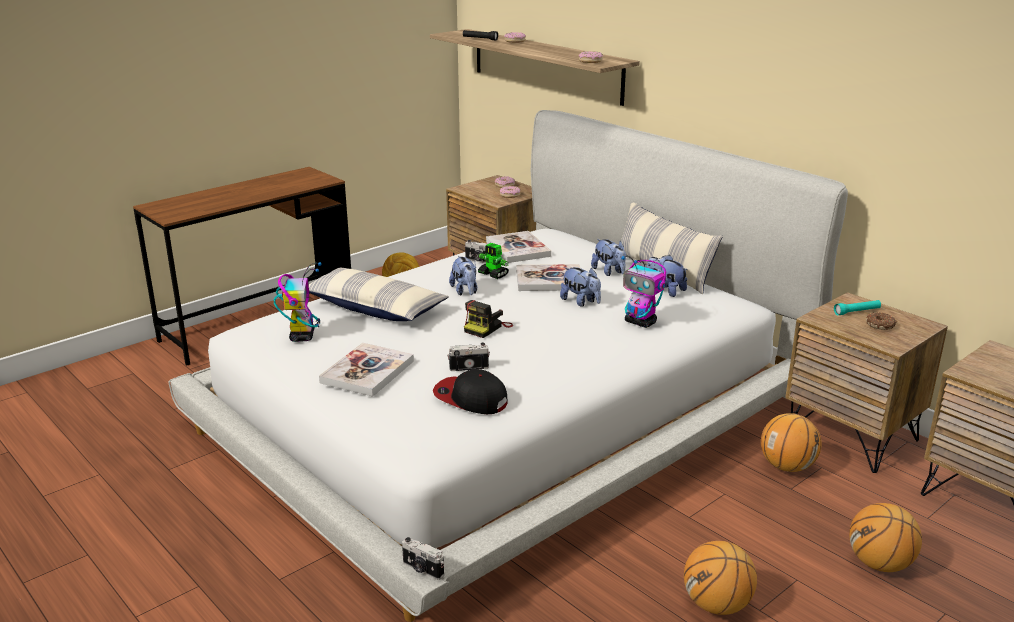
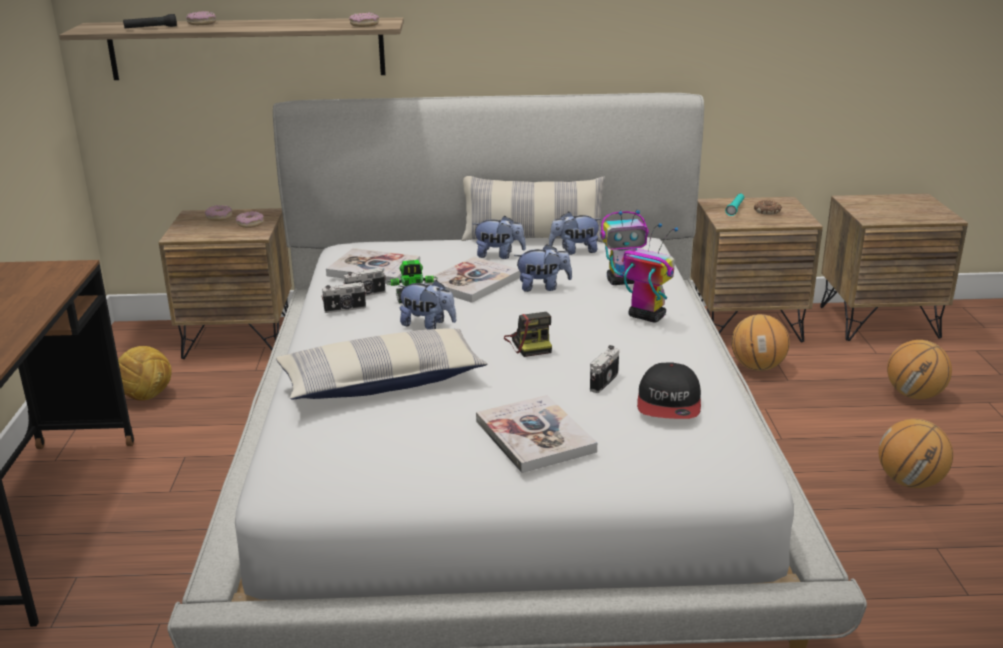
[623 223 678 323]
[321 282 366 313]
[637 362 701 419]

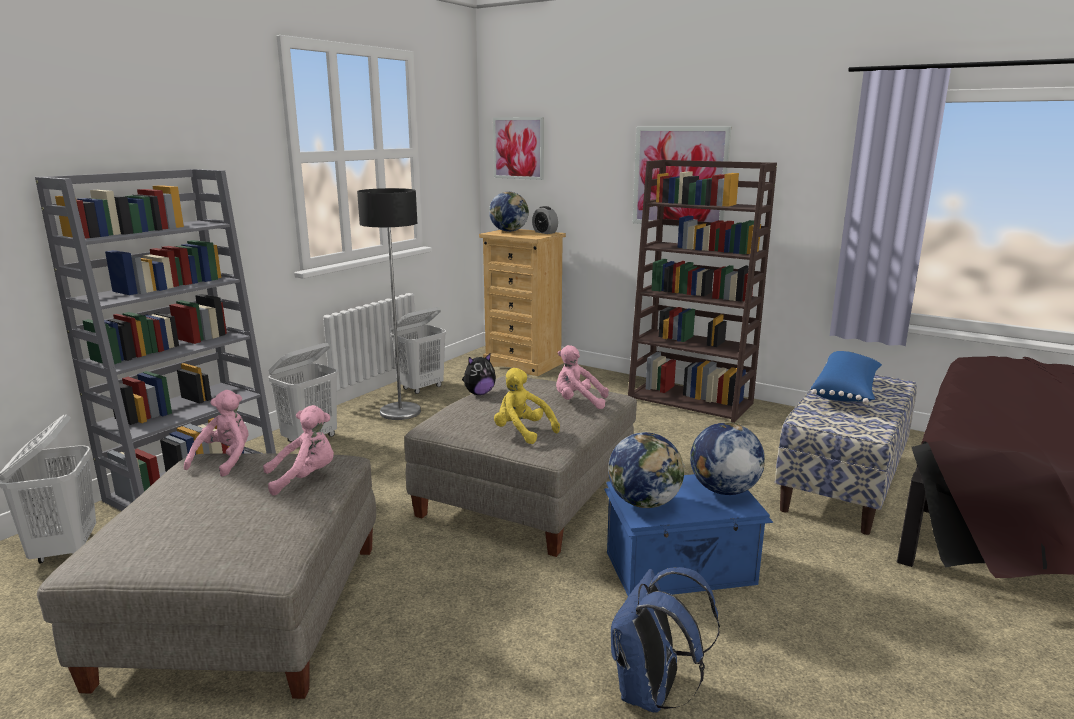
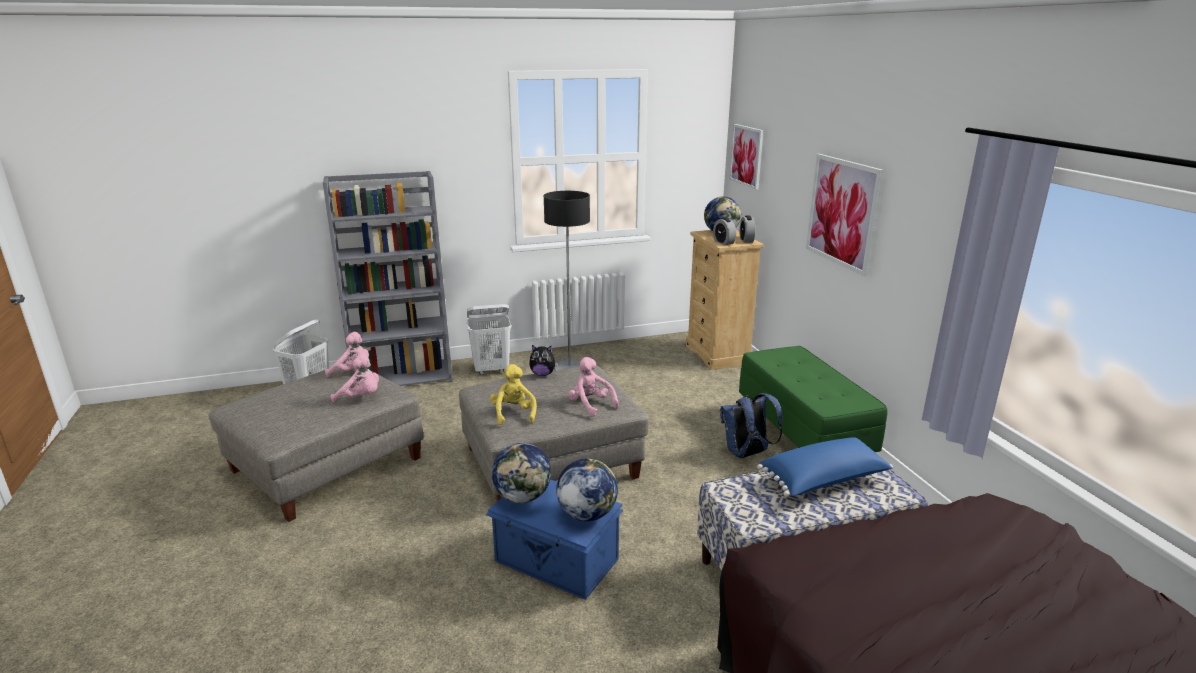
[391 307 446 394] (first image)
[713 218 736 245]
[720 393 782 458]
[739 346 887 452]
[325 332 369 377]

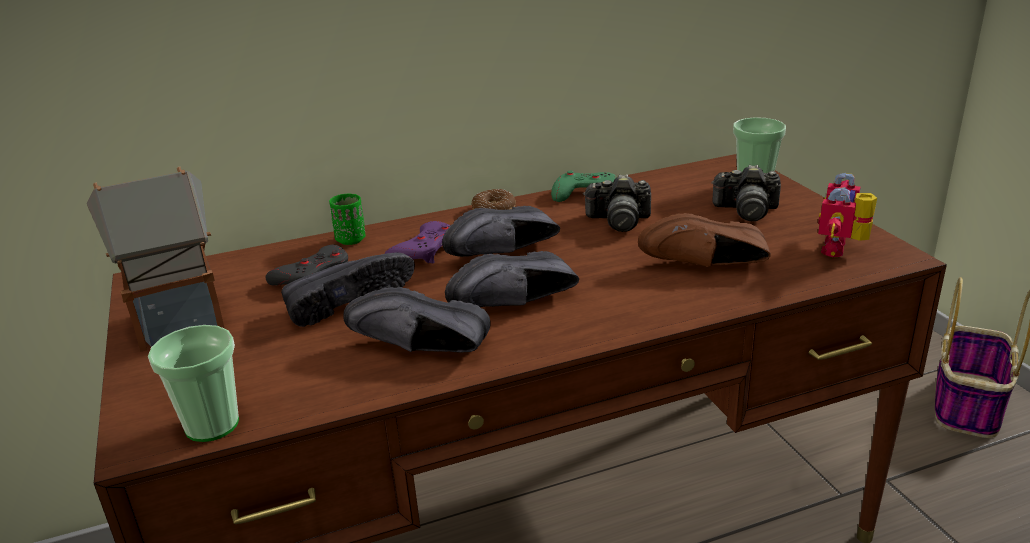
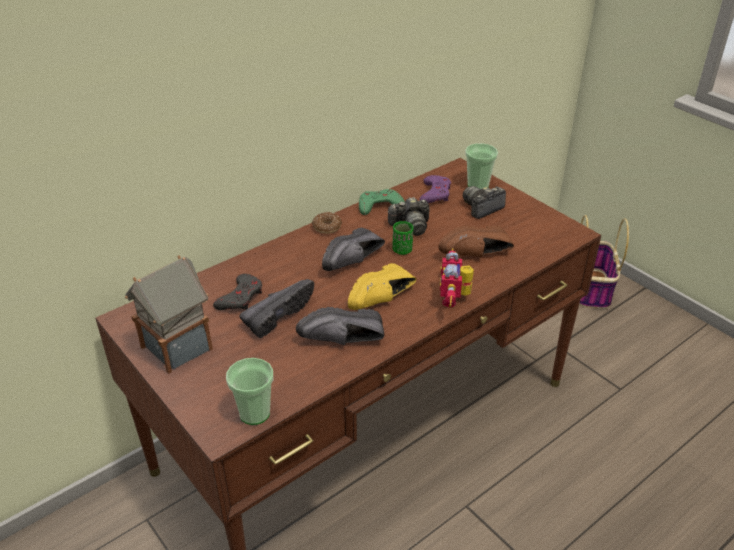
[393 221 413 255]
[420 175 451 203]
[440 248 474 308]
[348 263 417 310]
[463 186 506 219]

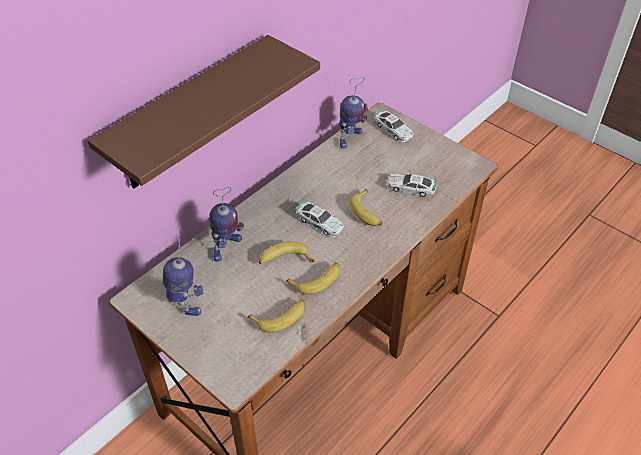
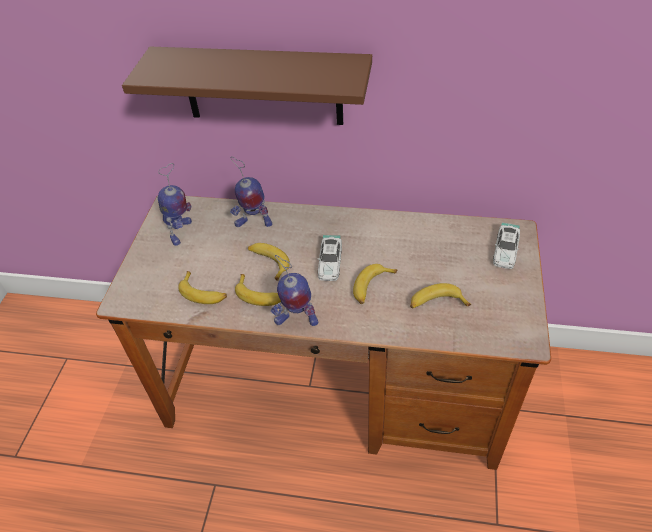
[271 255 318 326]
[410 283 471 308]

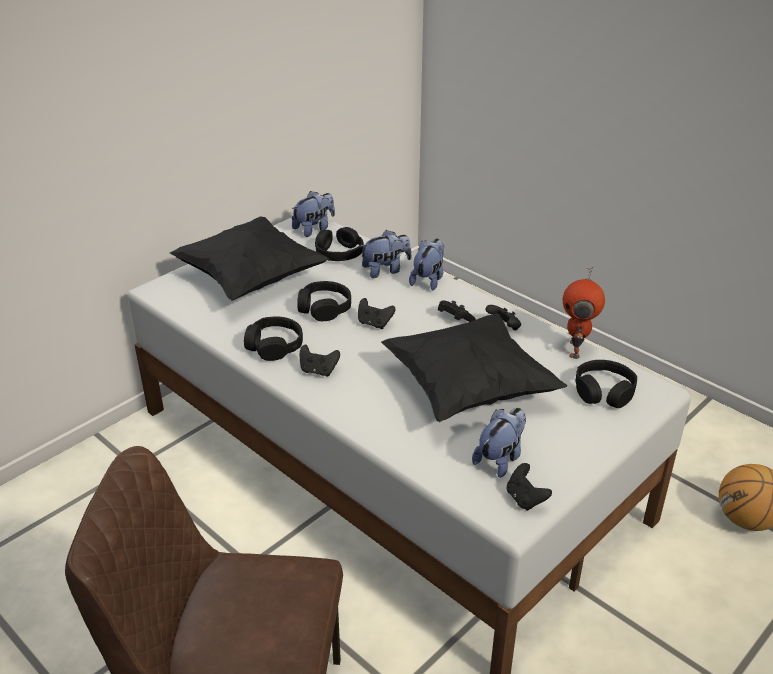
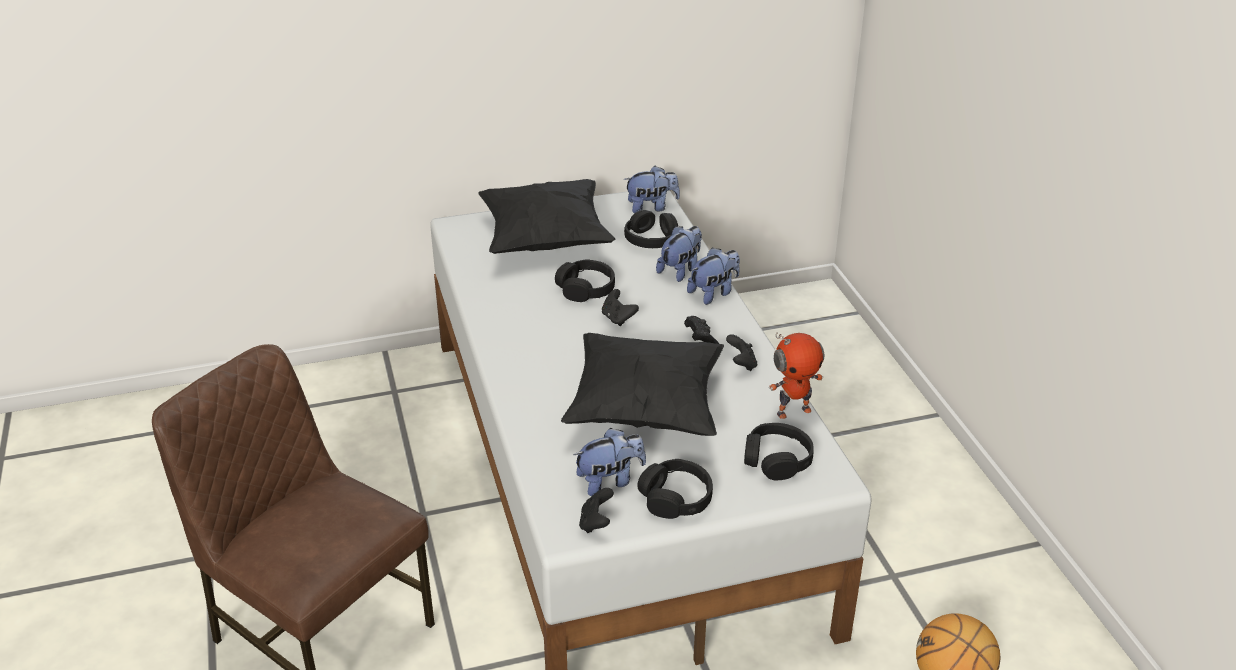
[300 345 340 377] (first image)
[637 459 713 519]
[656 226 702 282]
[769 332 824 419]

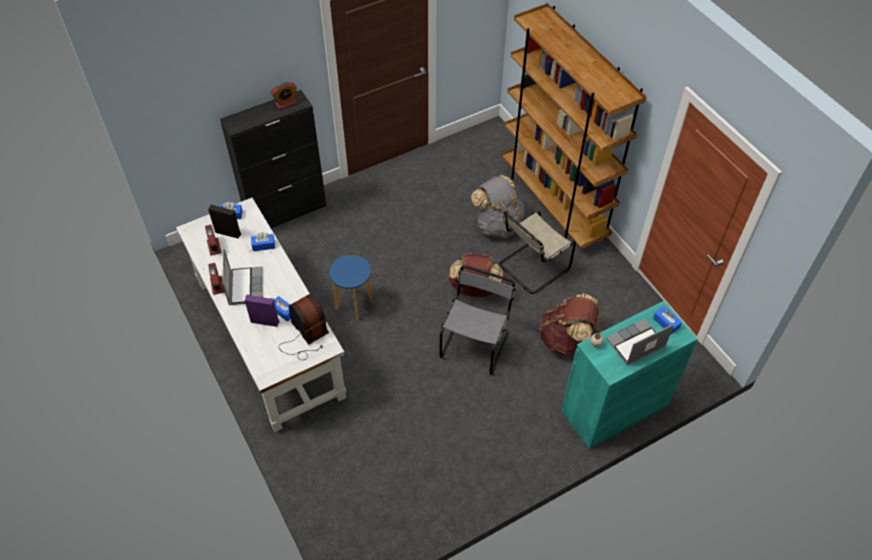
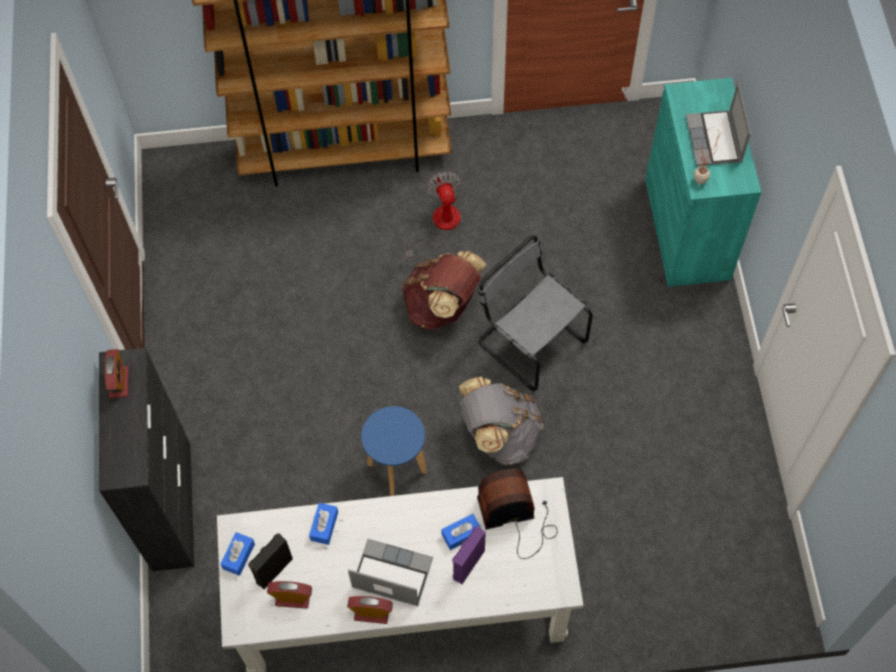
[539 294 599 355] (first image)
[653 306 682 334] (first image)
[459 376 544 465]
[405 172 461 258]

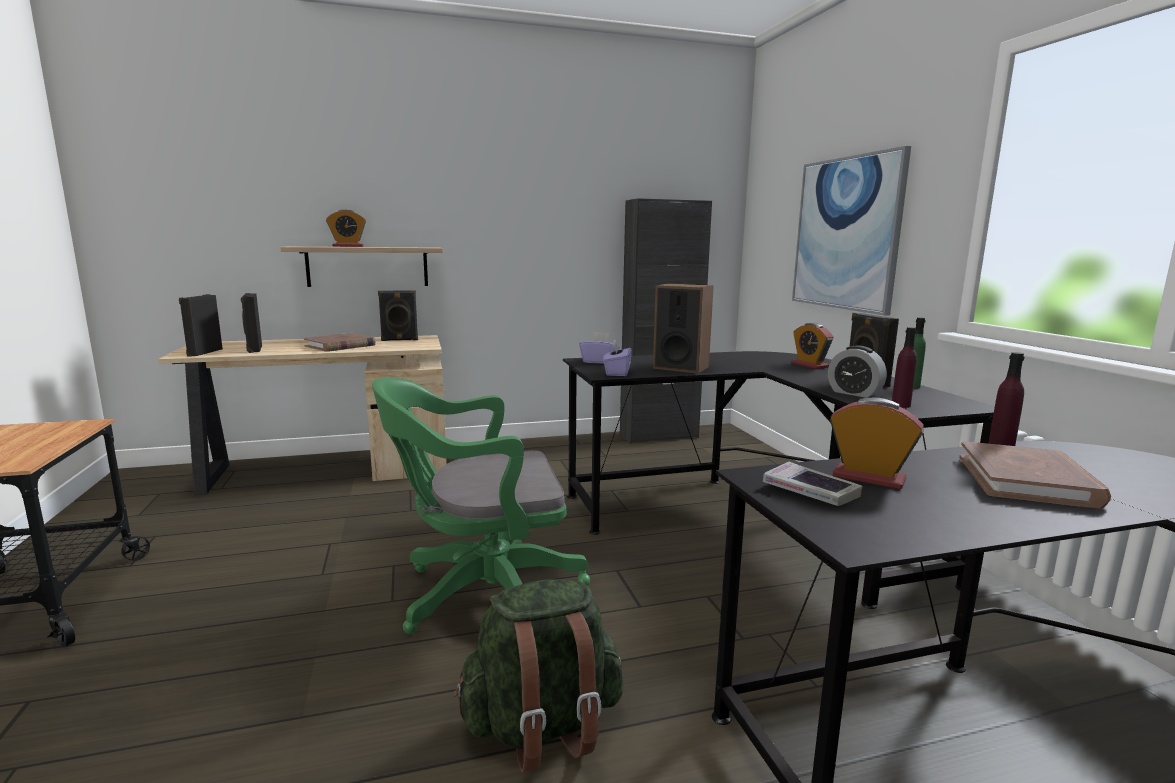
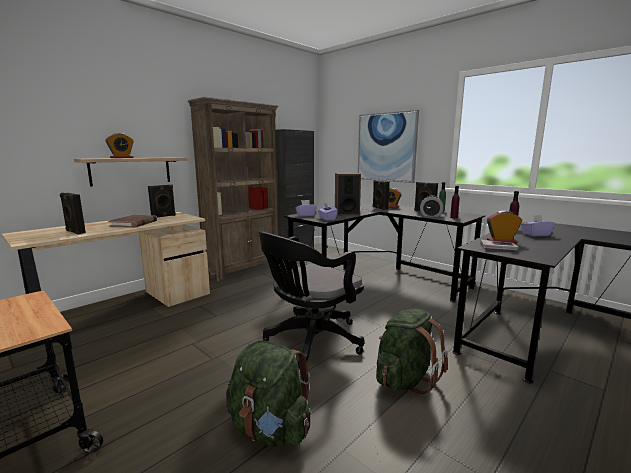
[188 97 278 282]
[226 340 310 446]
[372 180 390 210]
[521 215 555 237]
[259 232 365 368]

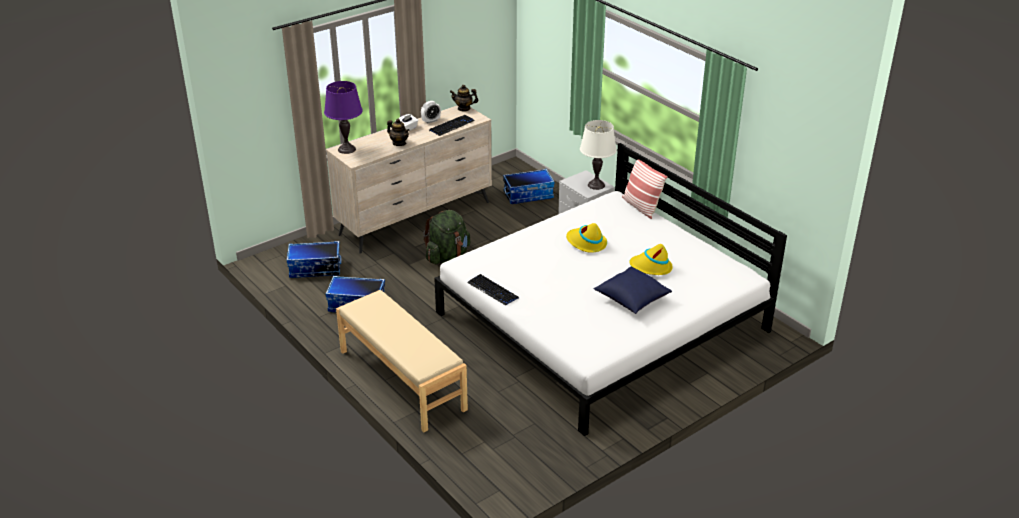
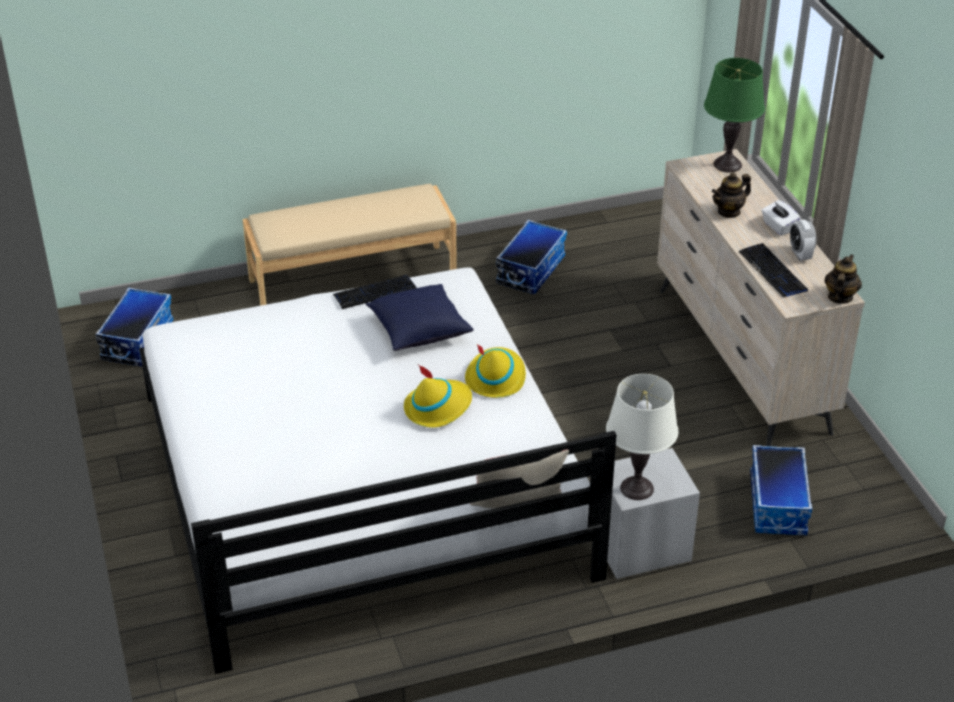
[423 210 470 264] (first image)
[96 287 173 366]
[366 284 474 351]
[465 345 526 398]
[704 58 765 172]

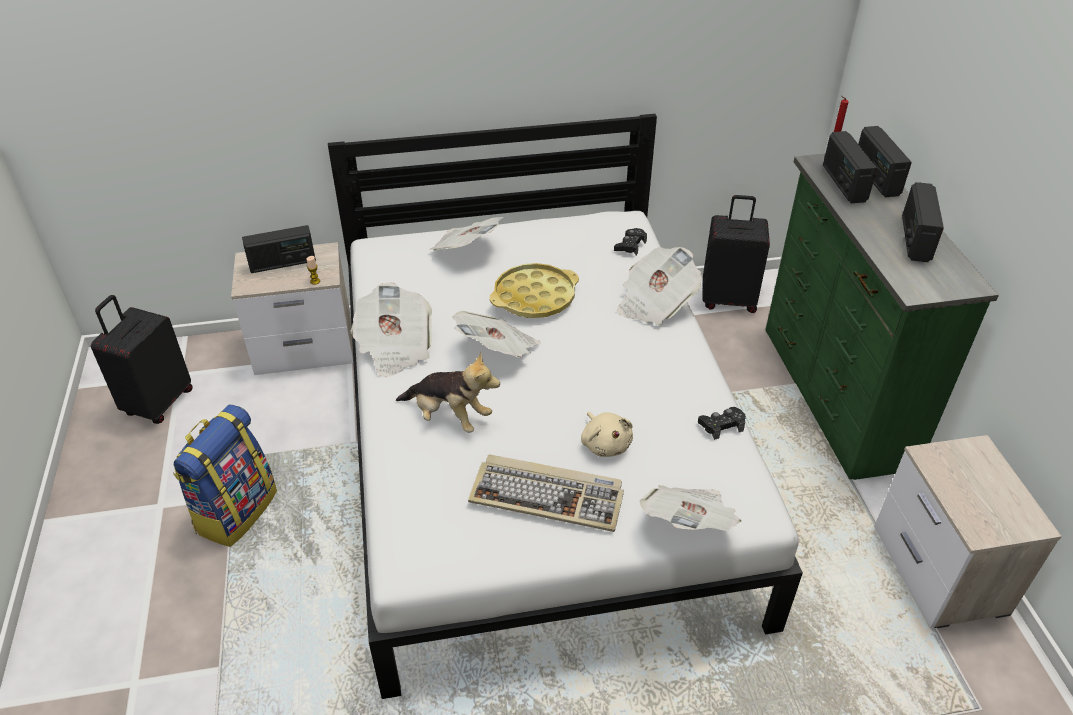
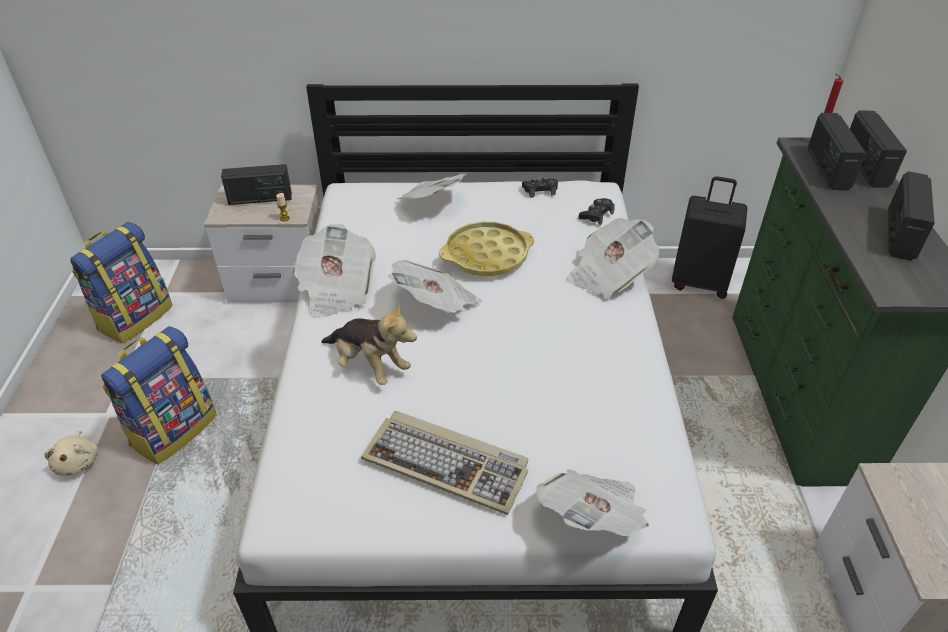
[45 431 98 476]
[522 177 558 198]
[70 222 173 343]

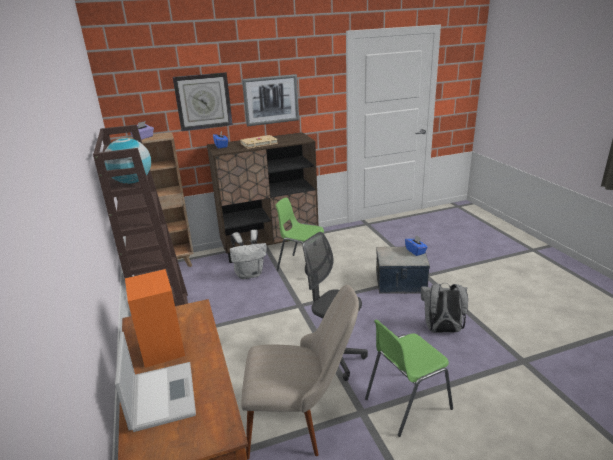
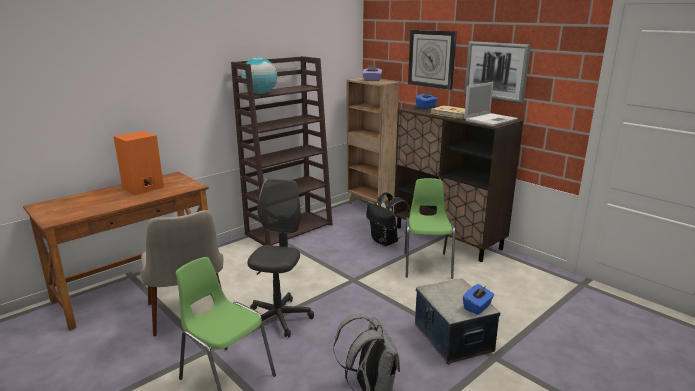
[464 82 518 126]
[366 193 410 246]

